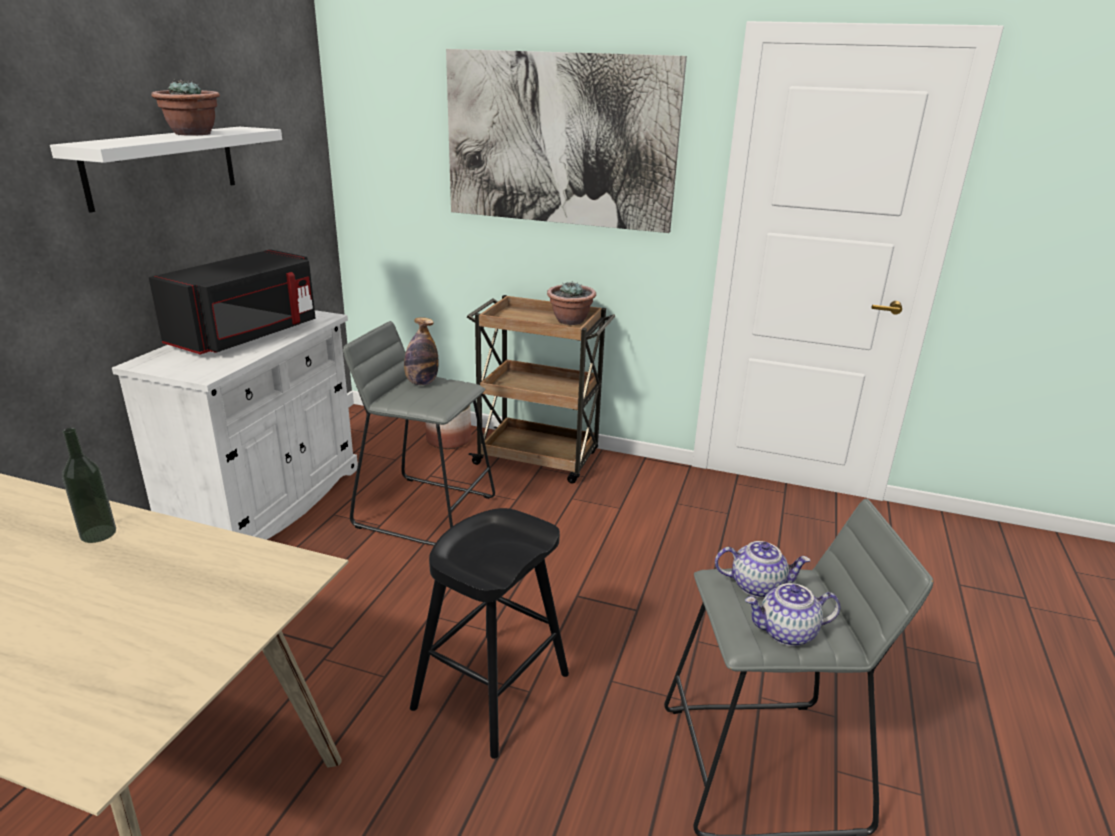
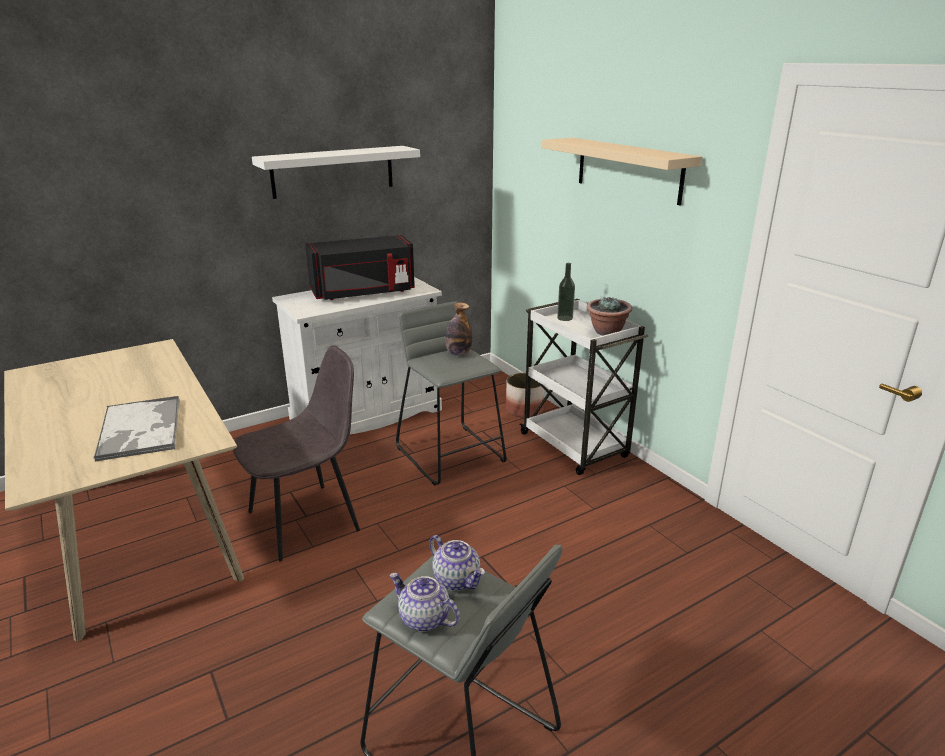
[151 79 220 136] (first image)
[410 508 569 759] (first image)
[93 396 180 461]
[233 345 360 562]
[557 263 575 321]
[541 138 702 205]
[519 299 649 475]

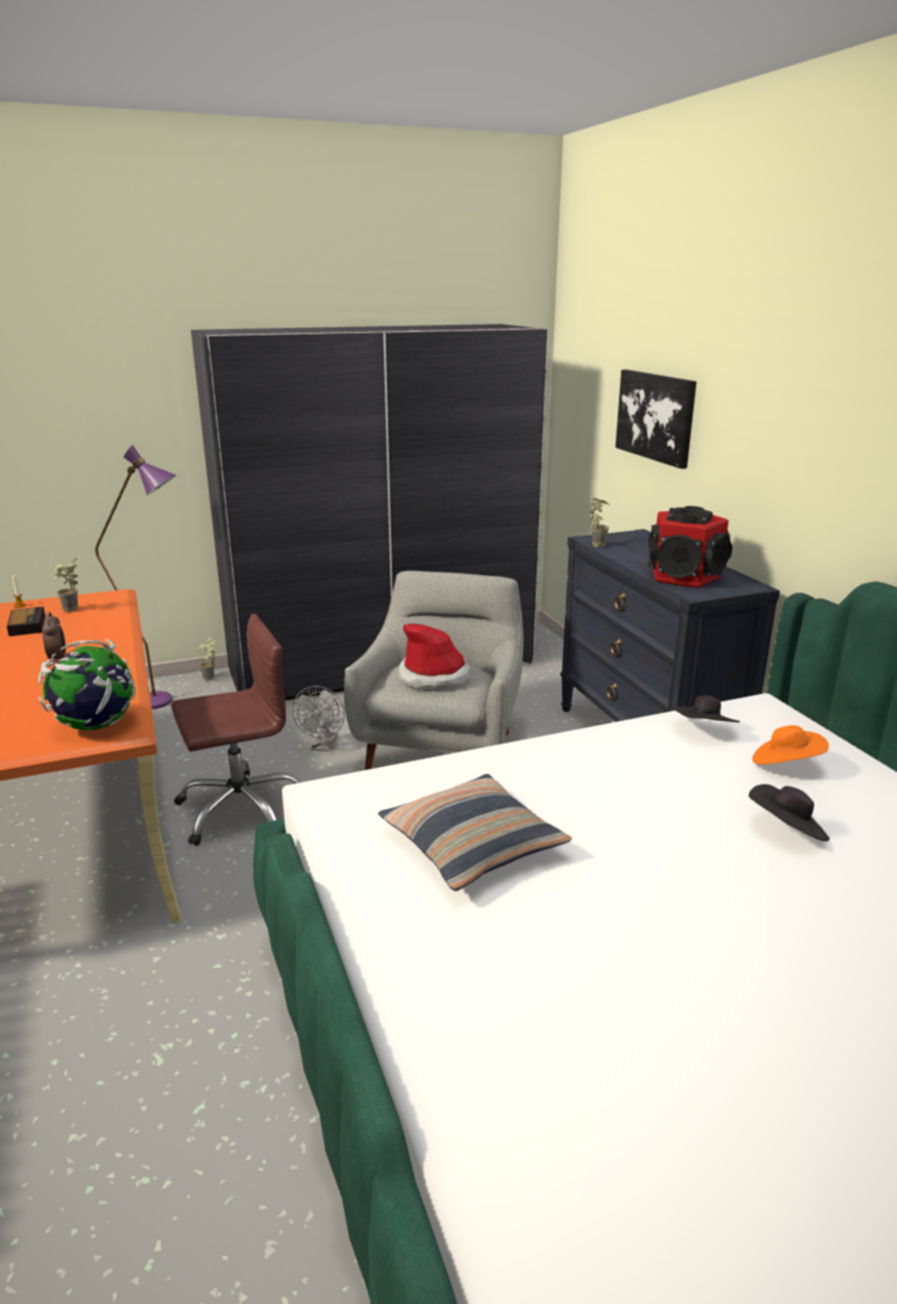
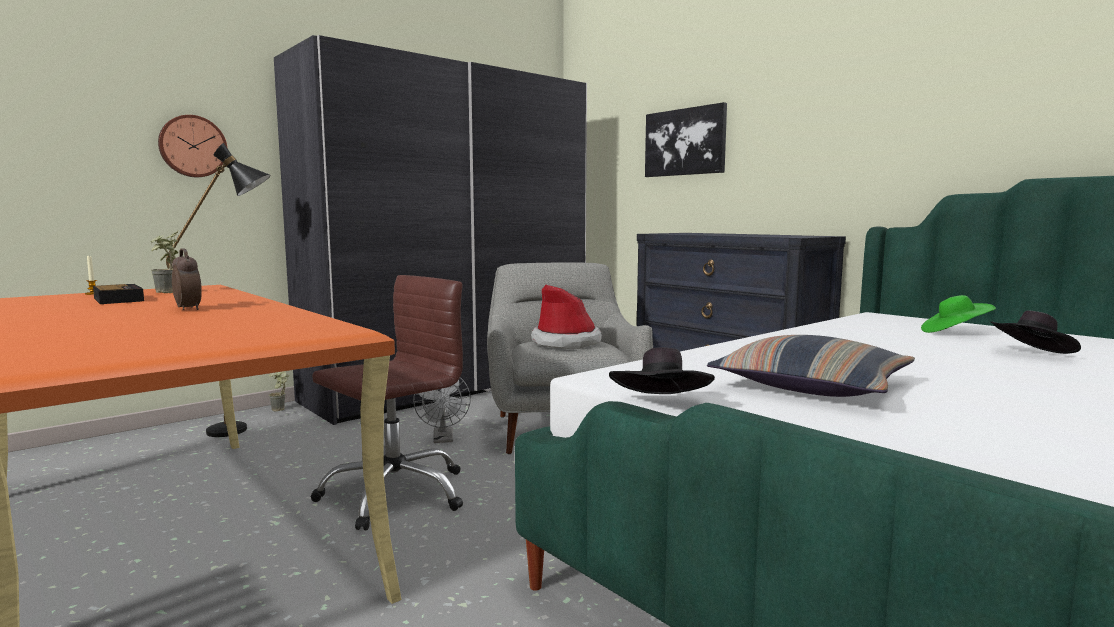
[38 639 136 730] (first image)
[589 498 610 547] (first image)
[647 506 732 588] (first image)
[158 115 228 177]
[609 347 715 394]
[166 143 270 437]
[921 295 996 333]

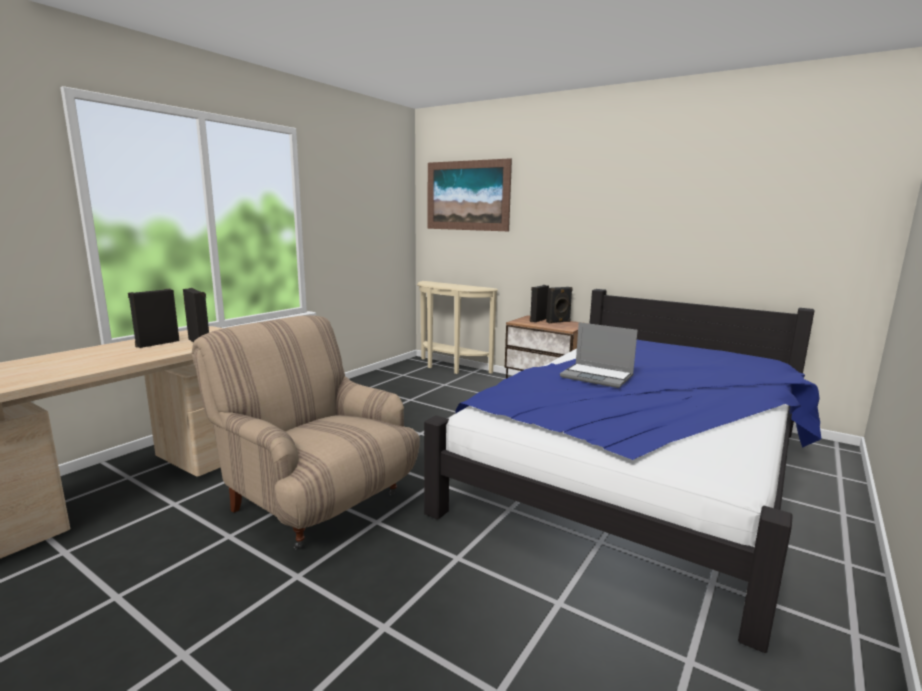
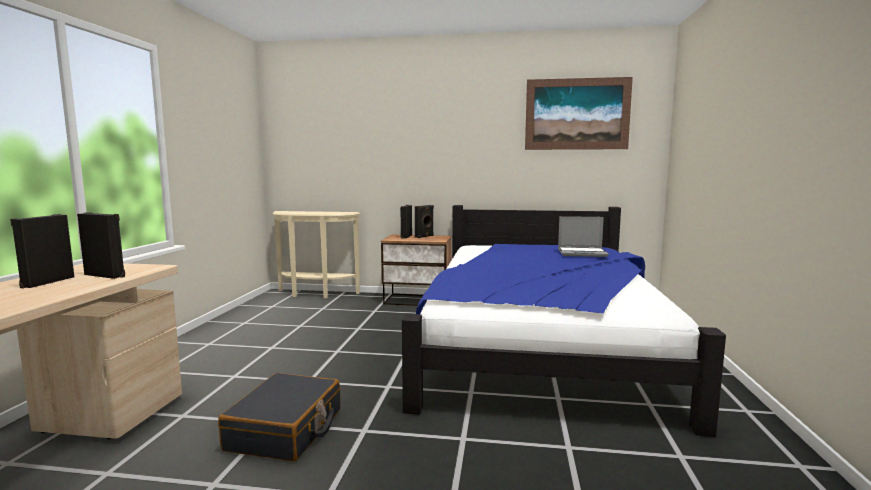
[525 77 633 150]
[558 216 609 257]
[218 373 341 462]

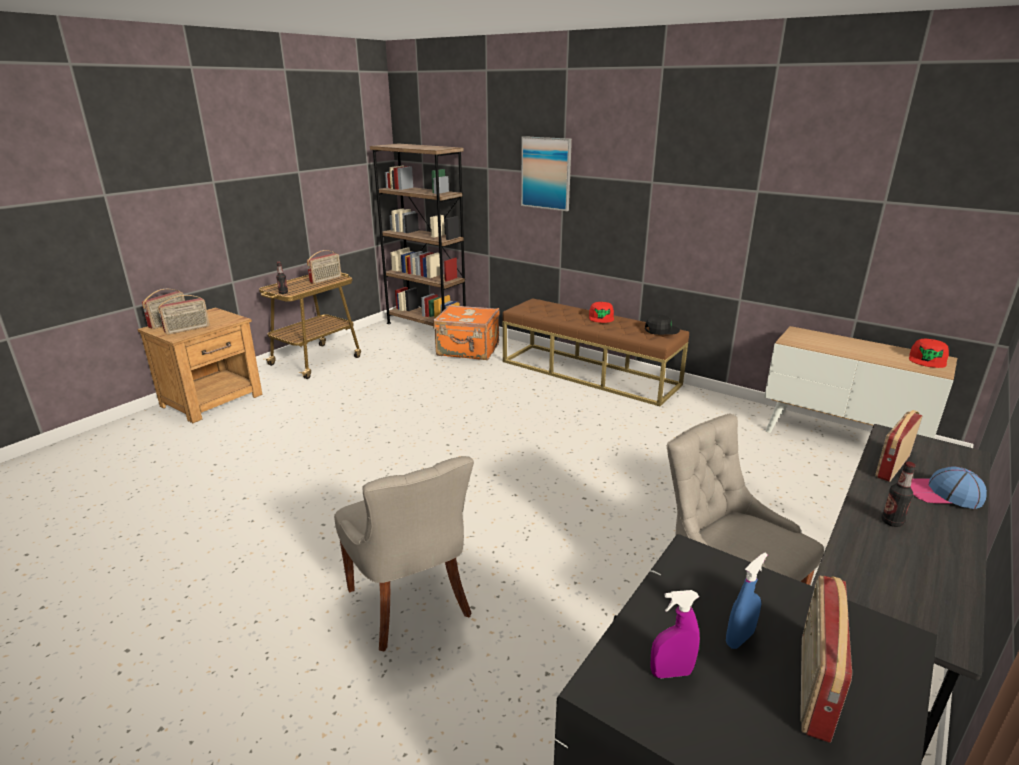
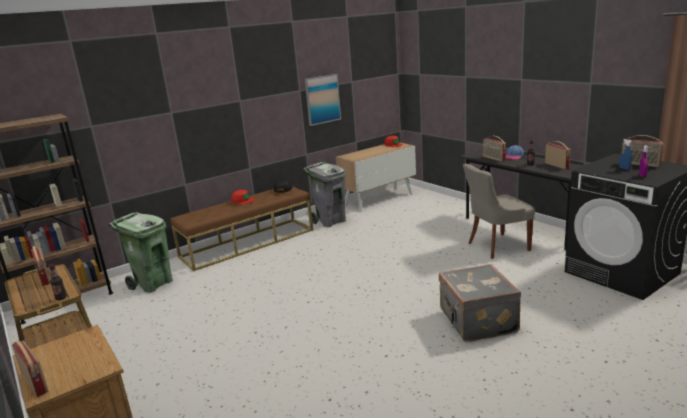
[303 162 346 227]
[545 141 571 169]
[305 74 341 126]
[439 264 521 342]
[108 212 173 293]

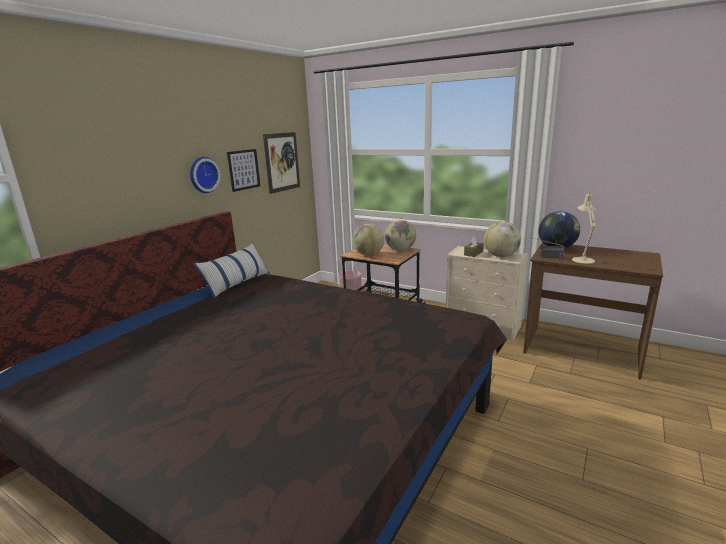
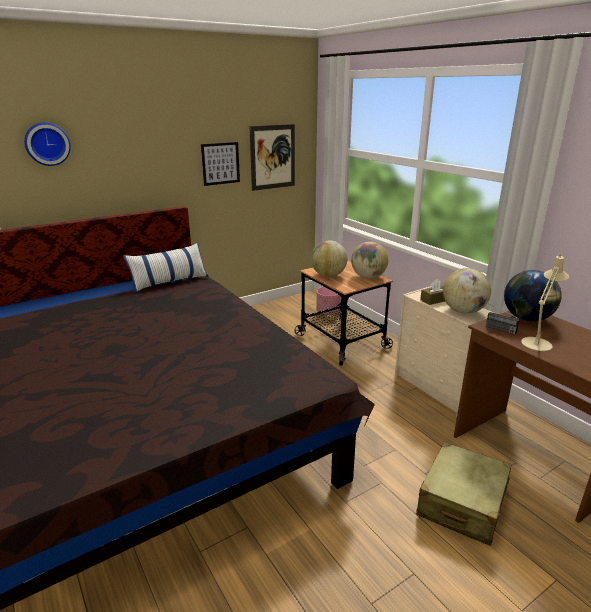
[416 442 512 546]
[24 122 71 166]

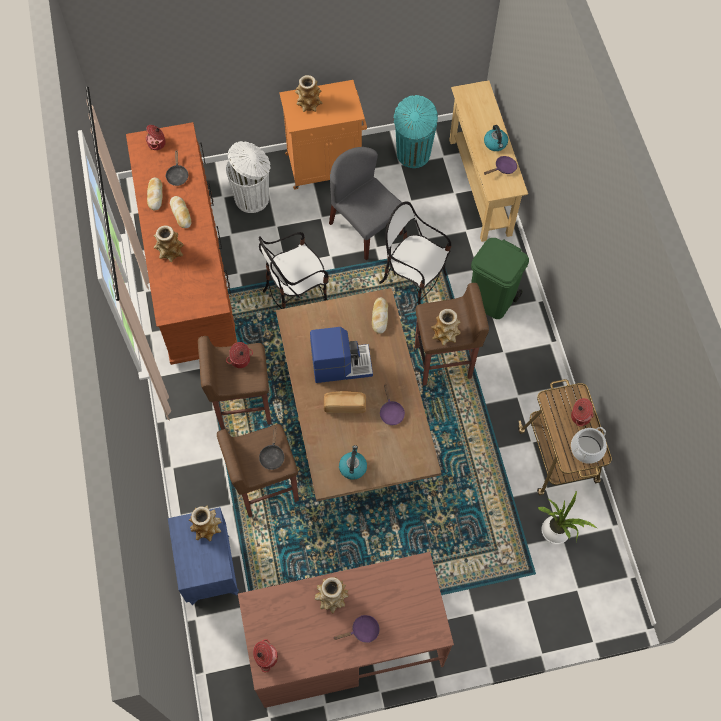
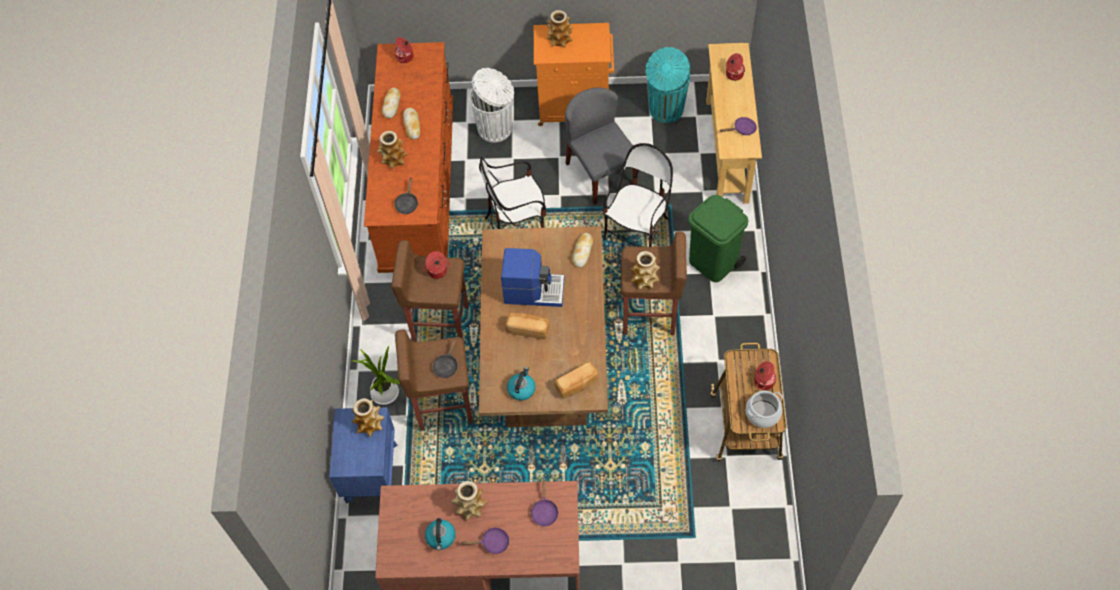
[554 362 599 399]
[394 178 418 214]
[726 53 745 81]
[531 479 559 526]
[425 518 456 550]
[353 346 400 405]
[603 143 673 247]

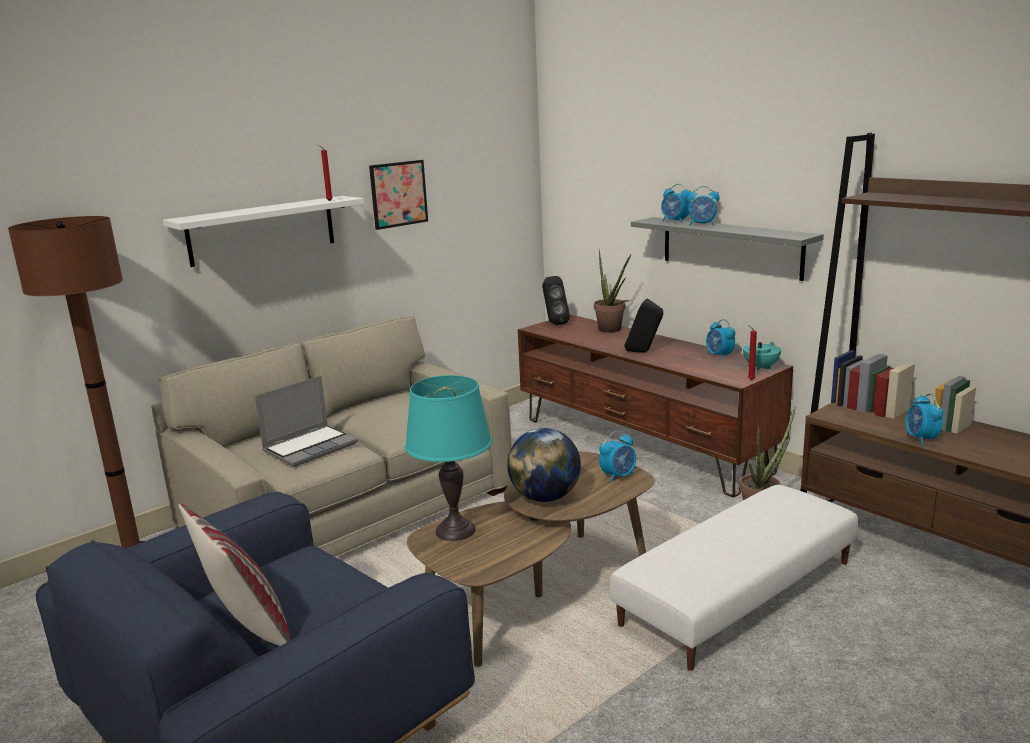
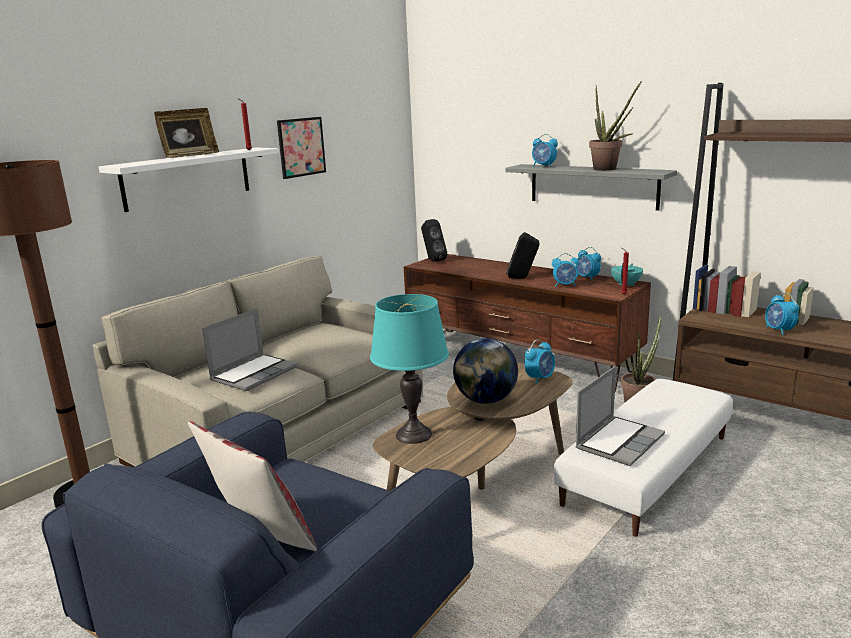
[154 108 219 158]
[575 366 665 466]
[589 81 642 171]
[552 253 579 287]

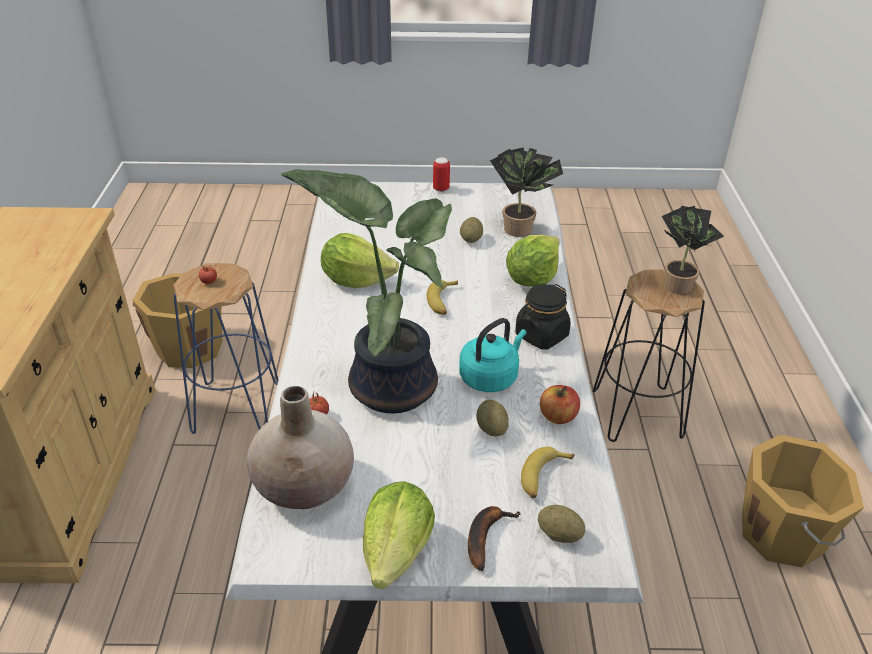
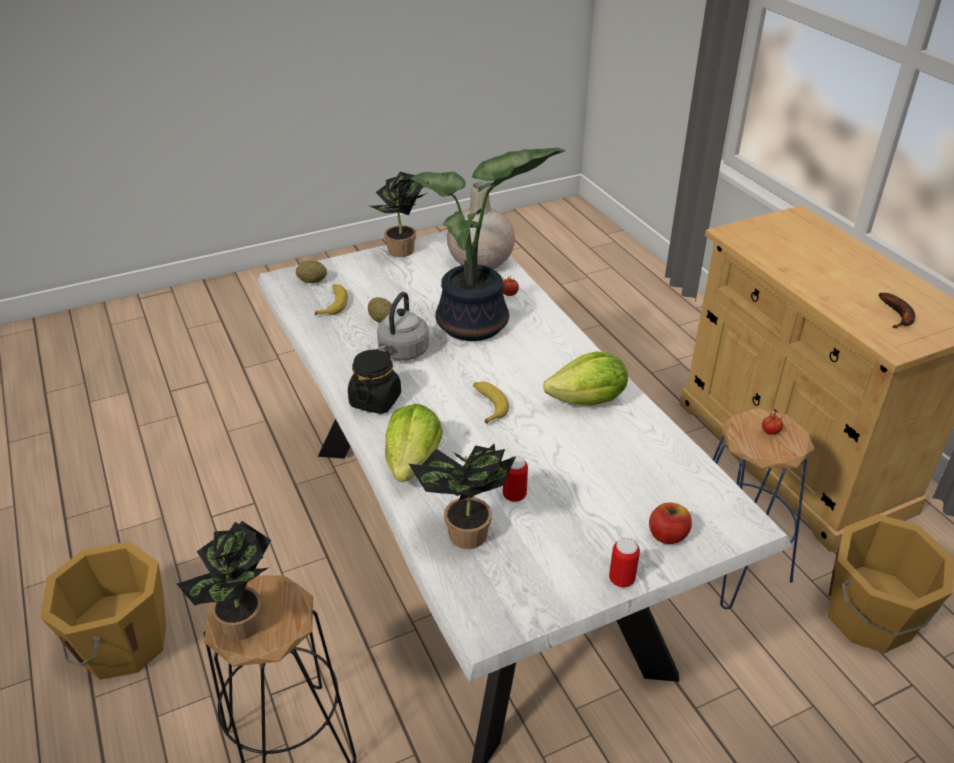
[879 293 915 328]
[649 502 692 544]
[370 172 427 257]
[503 456 528 502]
[377 292 429 361]

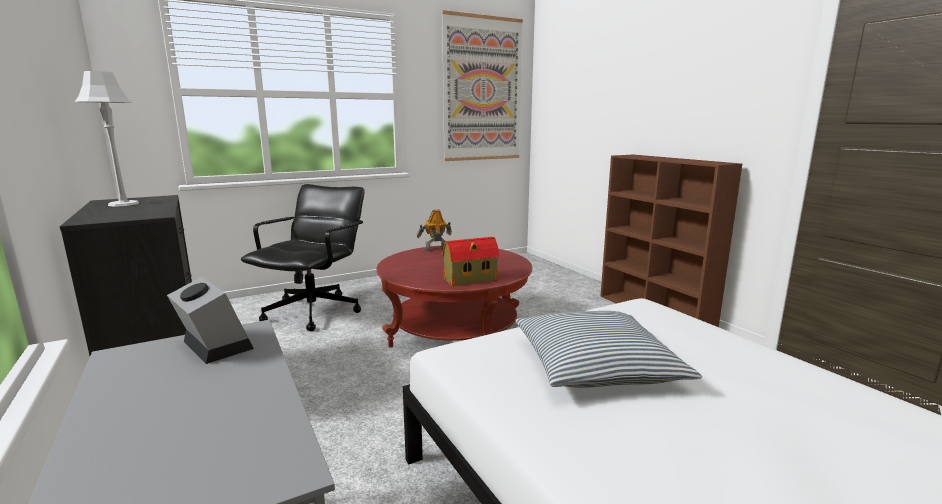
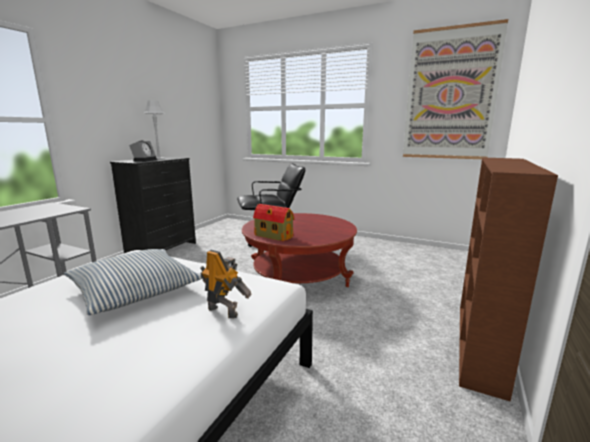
[129 140 157 162]
[200 250 251 318]

